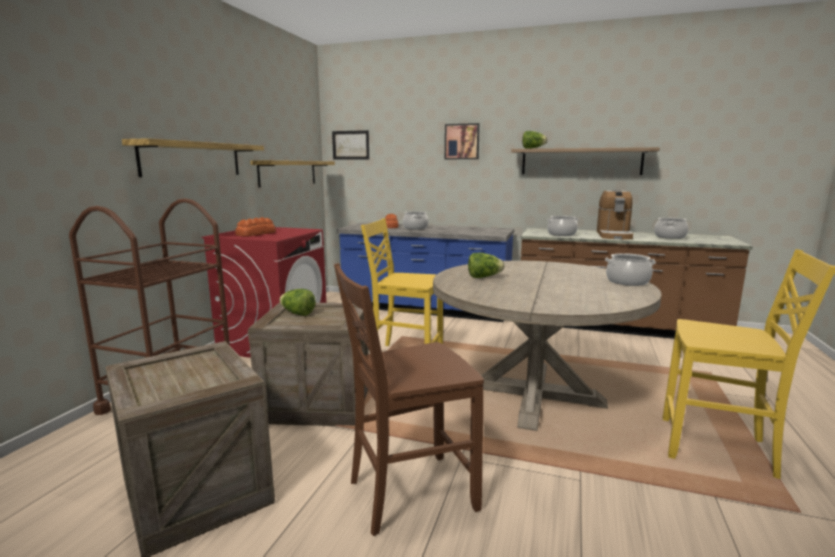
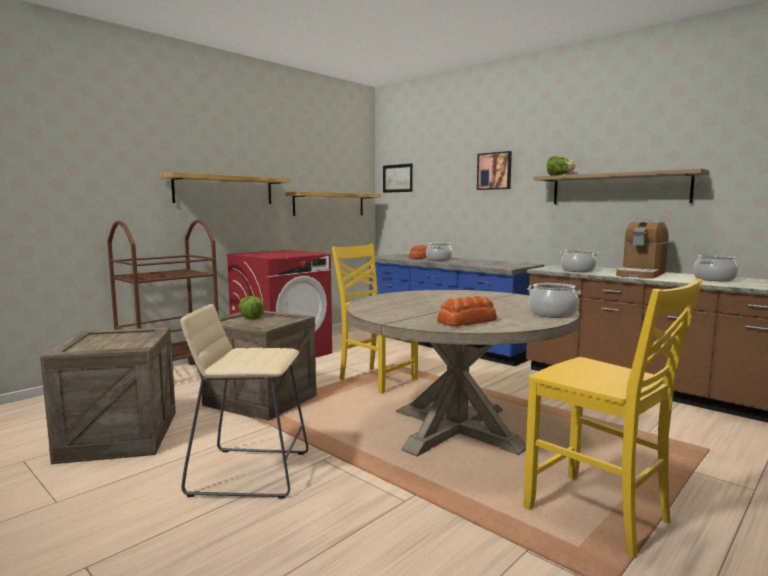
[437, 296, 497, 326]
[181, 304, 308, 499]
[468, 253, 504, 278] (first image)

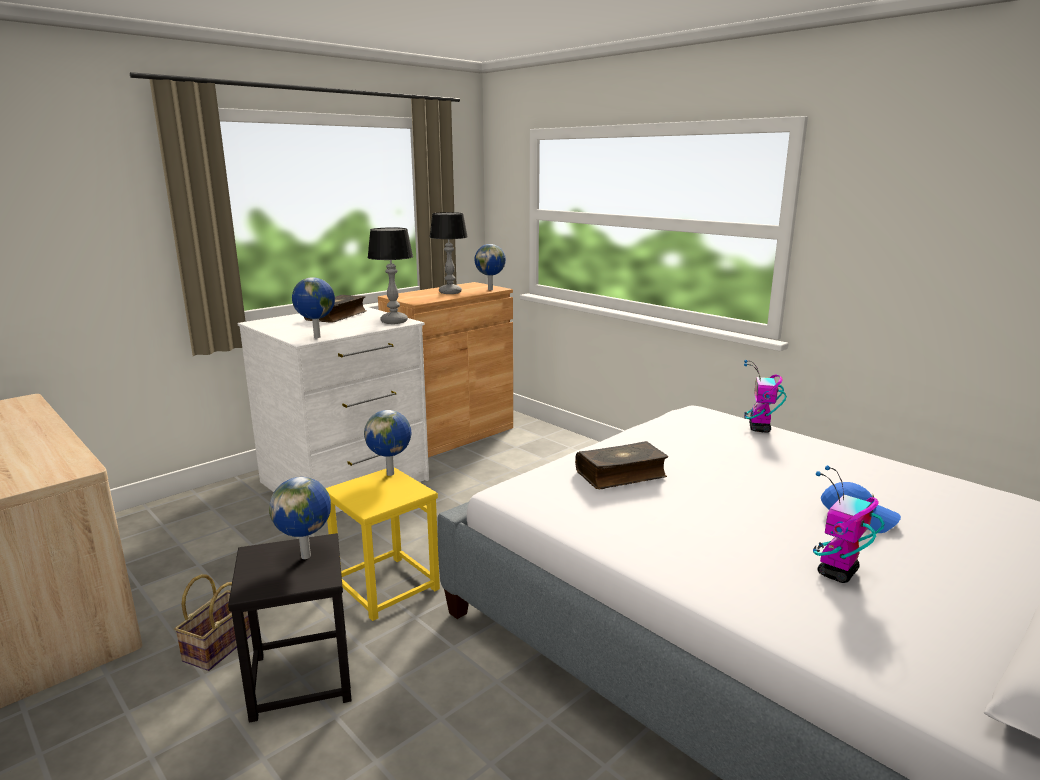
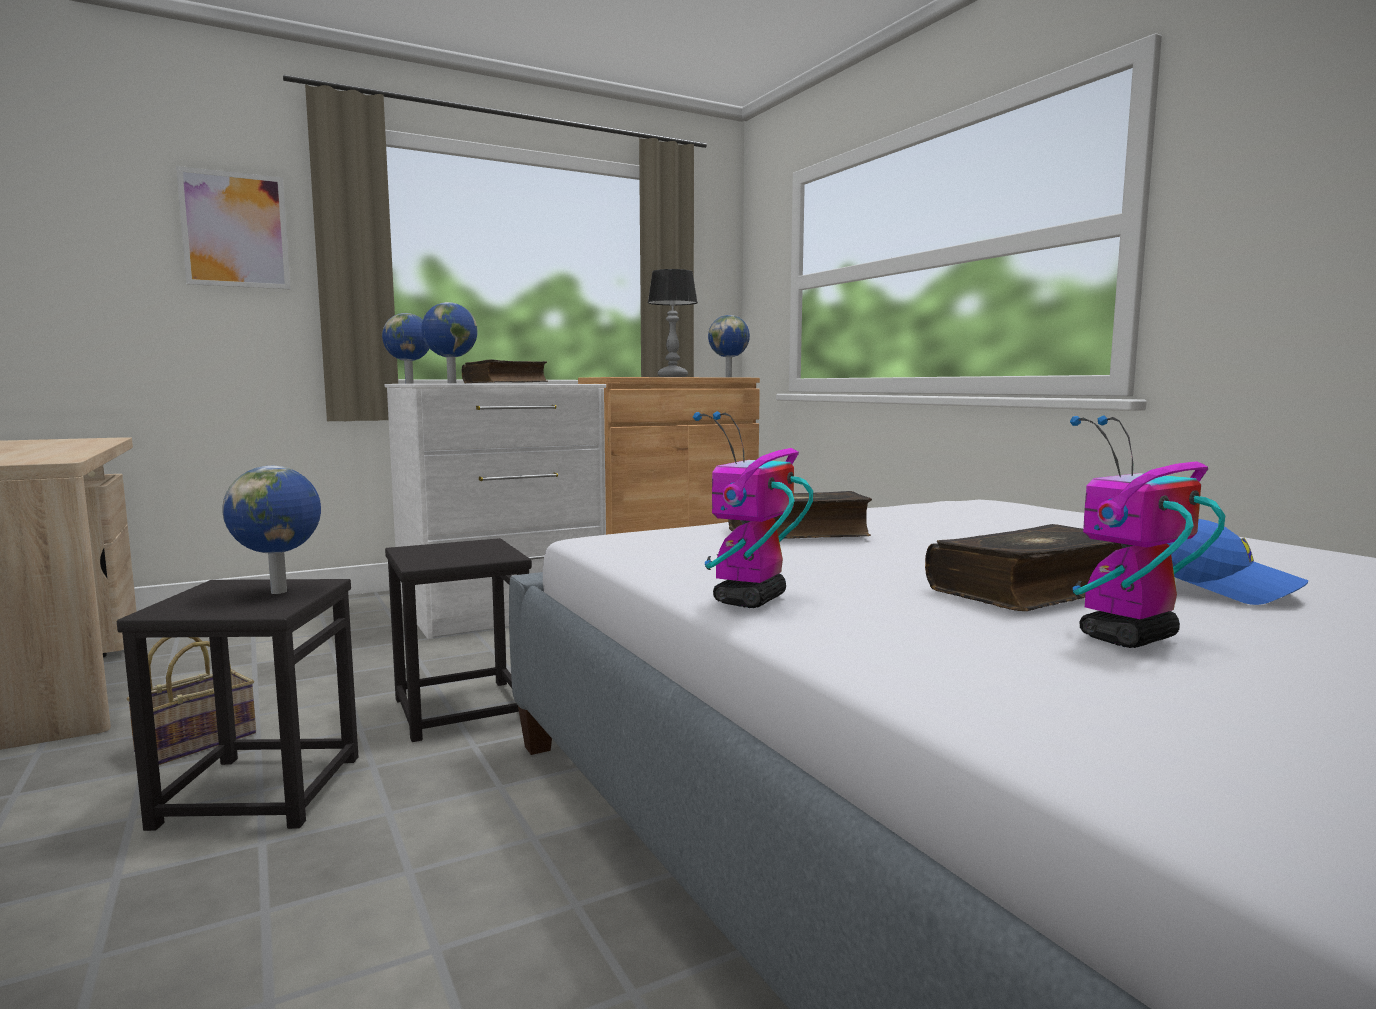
[385, 538, 532, 742]
[382, 313, 430, 383]
[367, 227, 413, 324] (first image)
[693, 411, 813, 608]
[176, 166, 291, 289]
[925, 524, 1122, 611]

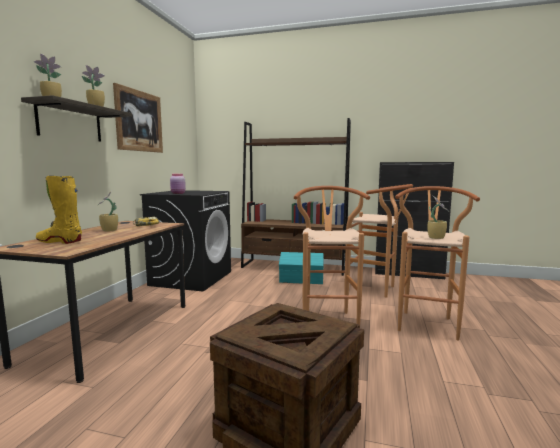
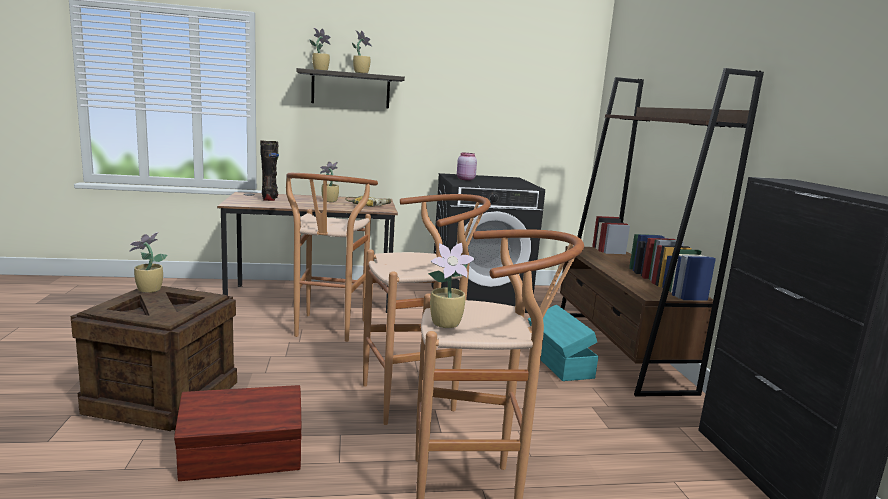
[260, 140, 279, 201]
[113, 83, 163, 153] (first image)
[286, 173, 378, 342]
[129, 232, 167, 293]
[174, 385, 301, 481]

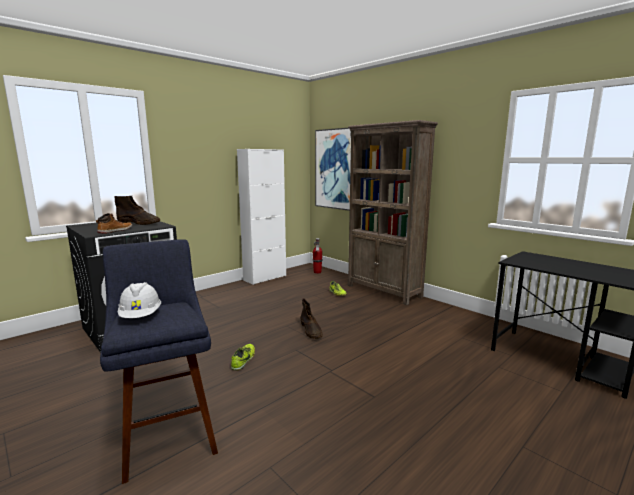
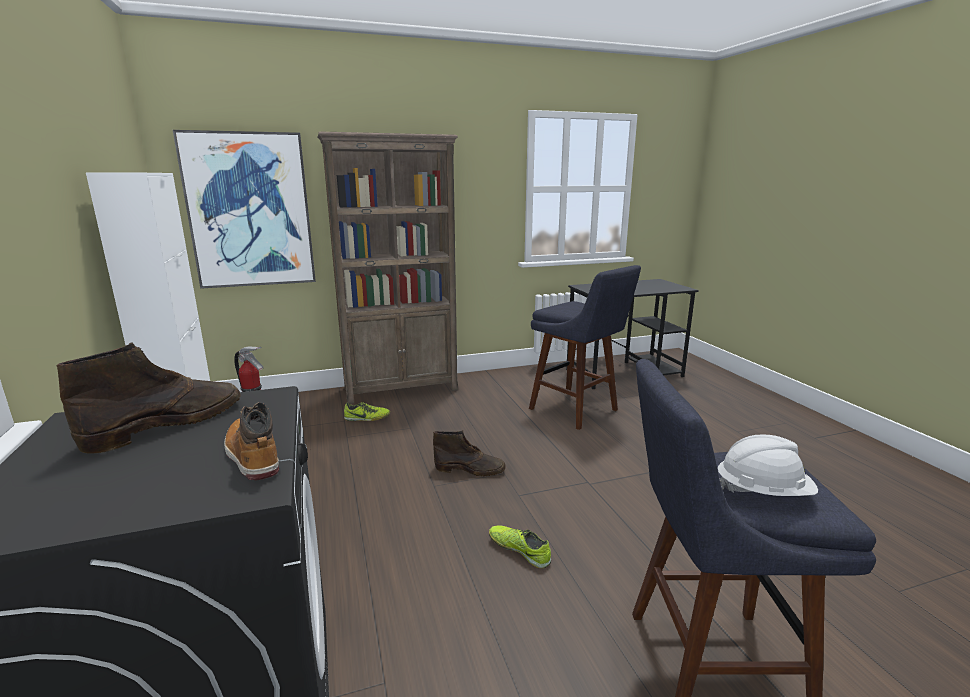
[529, 265, 641, 430]

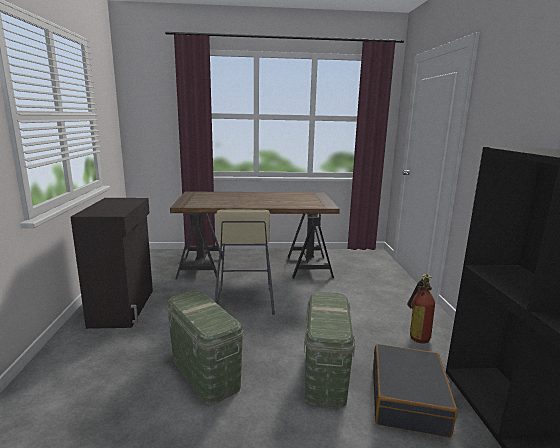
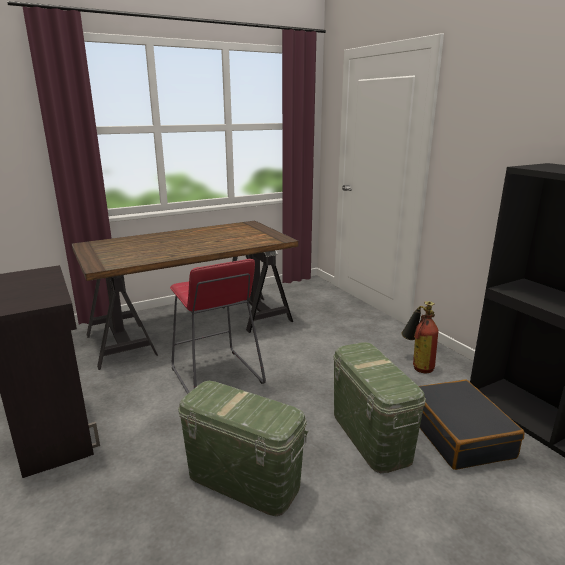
[170, 259, 266, 394]

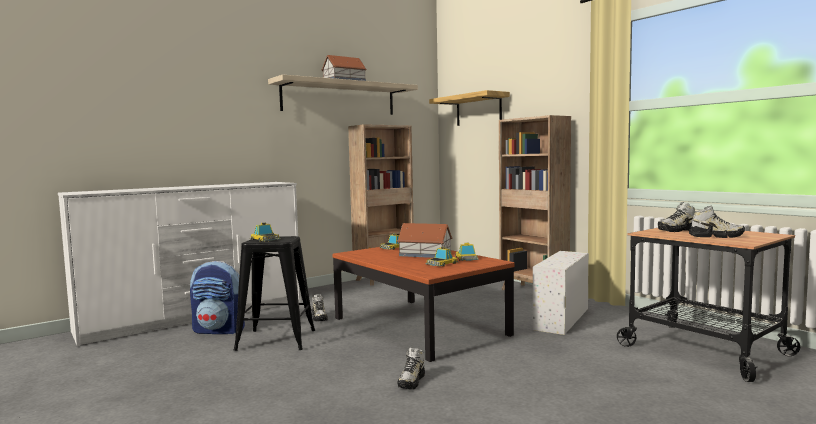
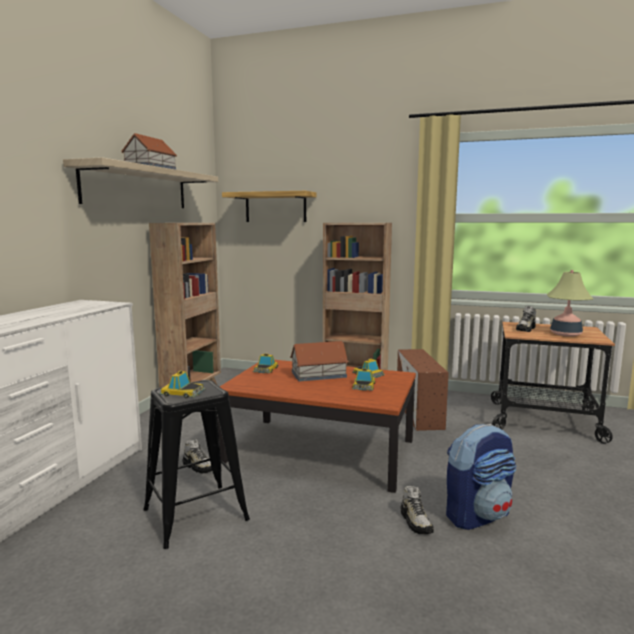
[446, 424, 517, 530]
[397, 349, 449, 431]
[547, 270, 593, 337]

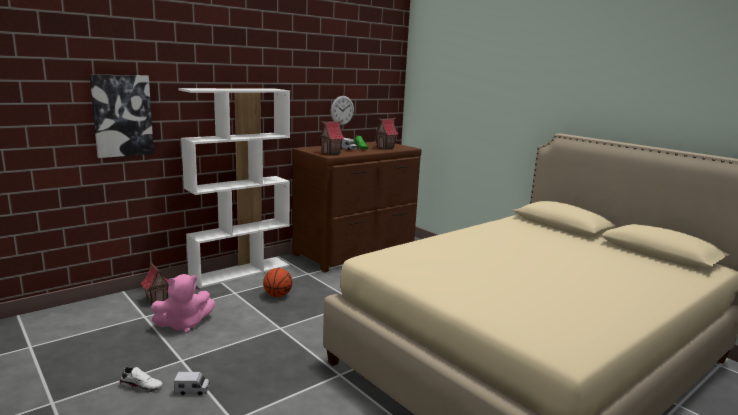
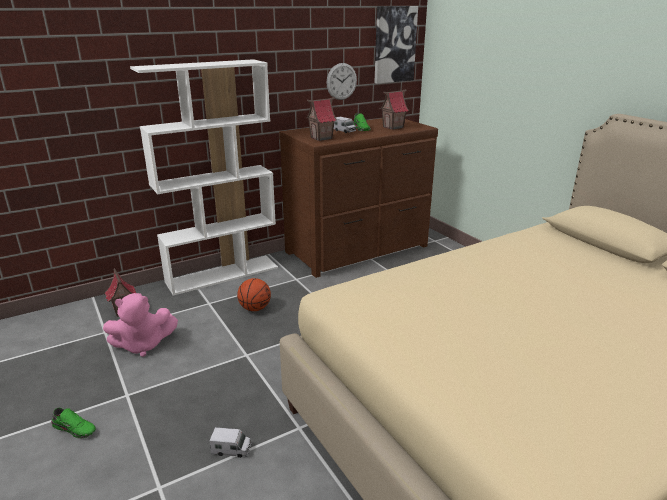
[374, 6, 418, 84]
[51, 408, 96, 439]
[210, 427, 251, 458]

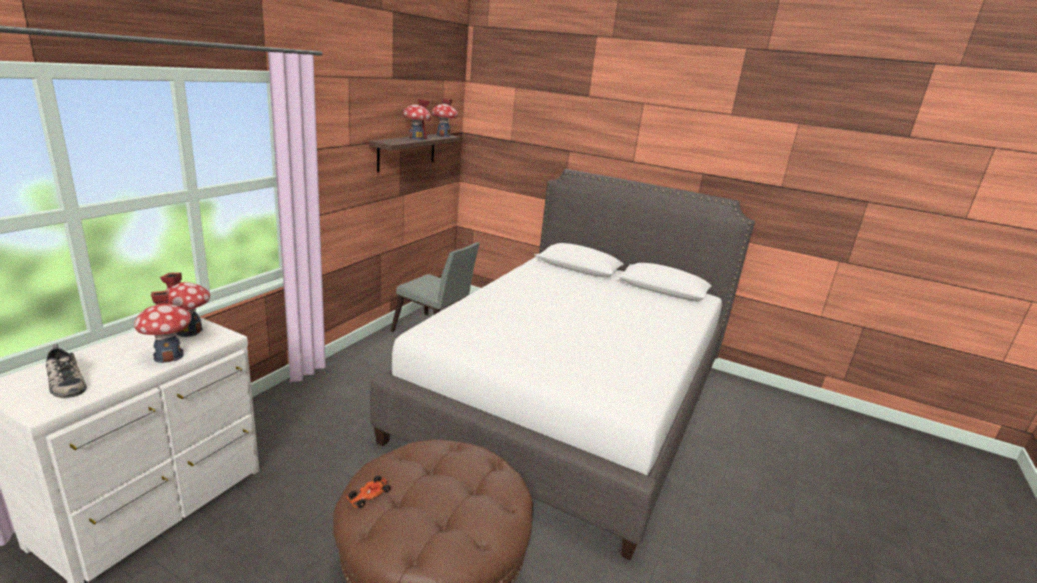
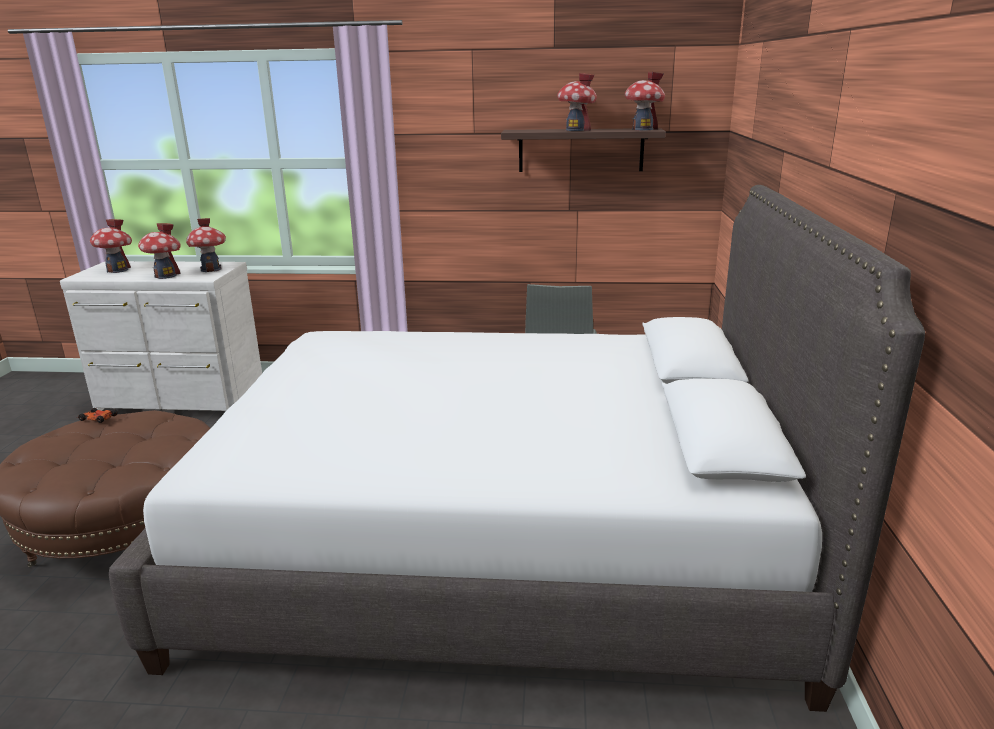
[90, 219, 132, 273]

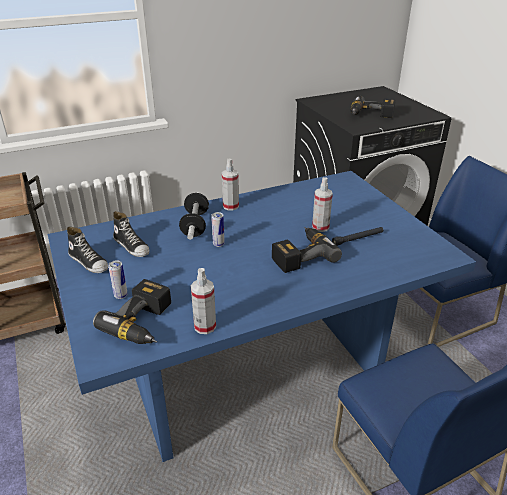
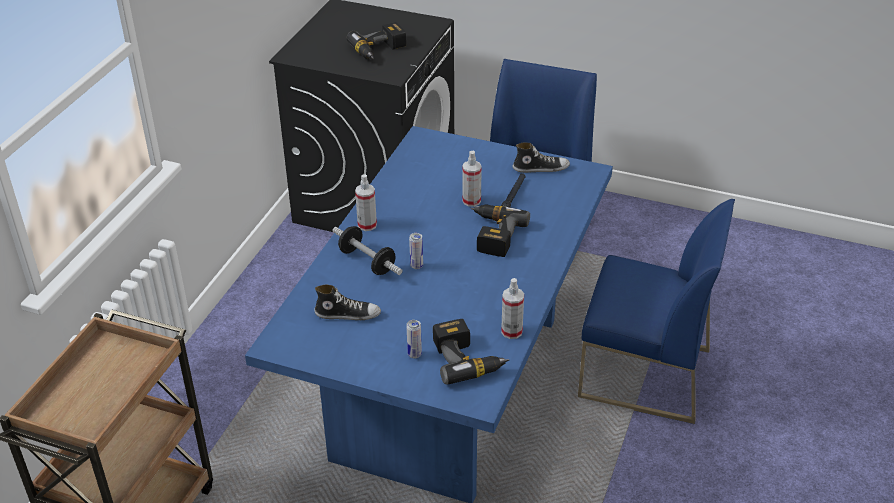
[513, 142, 570, 173]

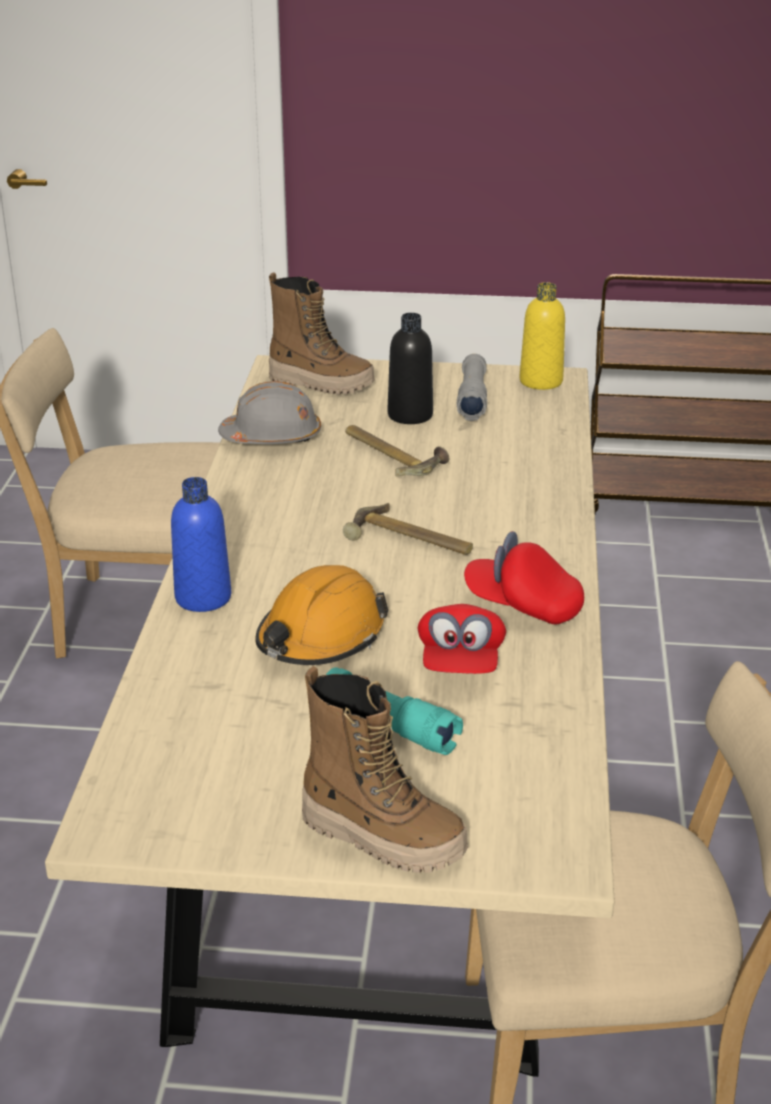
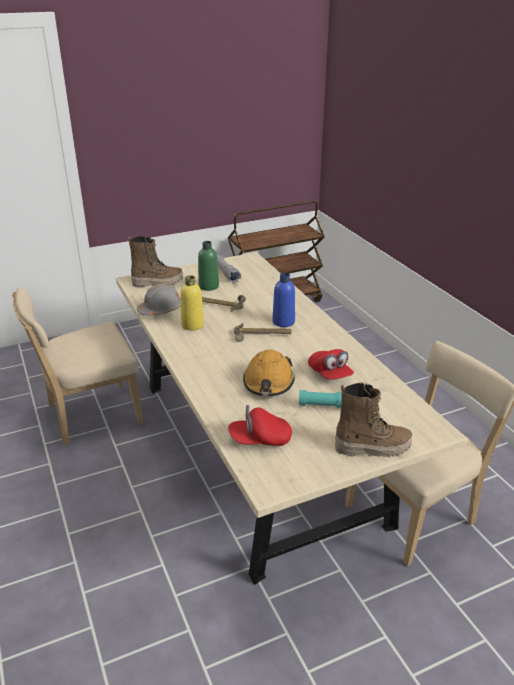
[273, 273, 295, 327]
[198, 241, 219, 291]
[228, 405, 292, 446]
[180, 275, 204, 330]

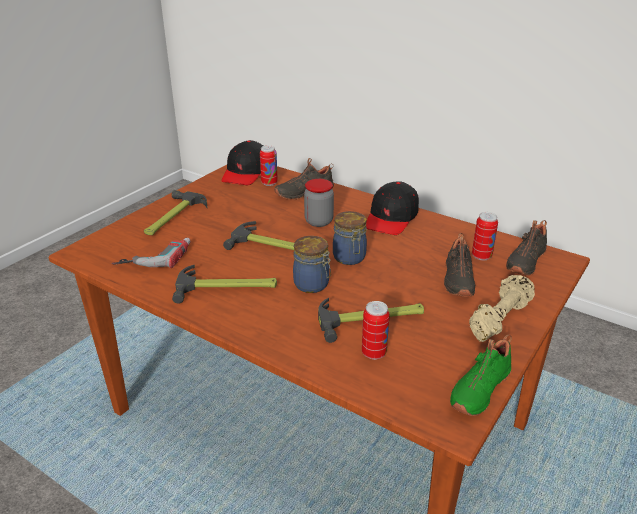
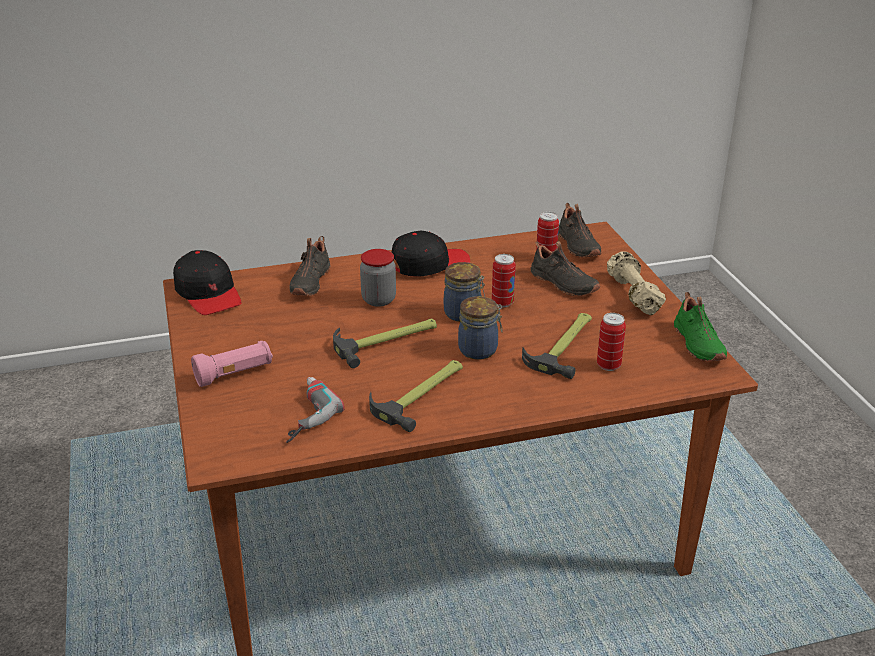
[191, 341, 273, 387]
[492, 254, 516, 308]
[392, 231, 470, 277]

